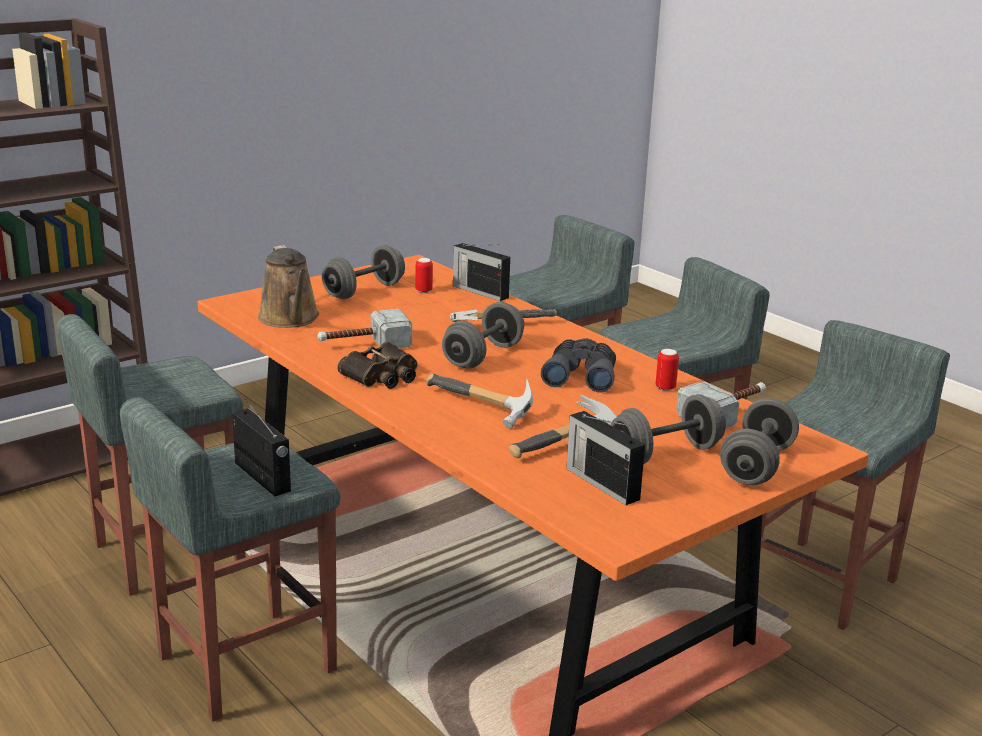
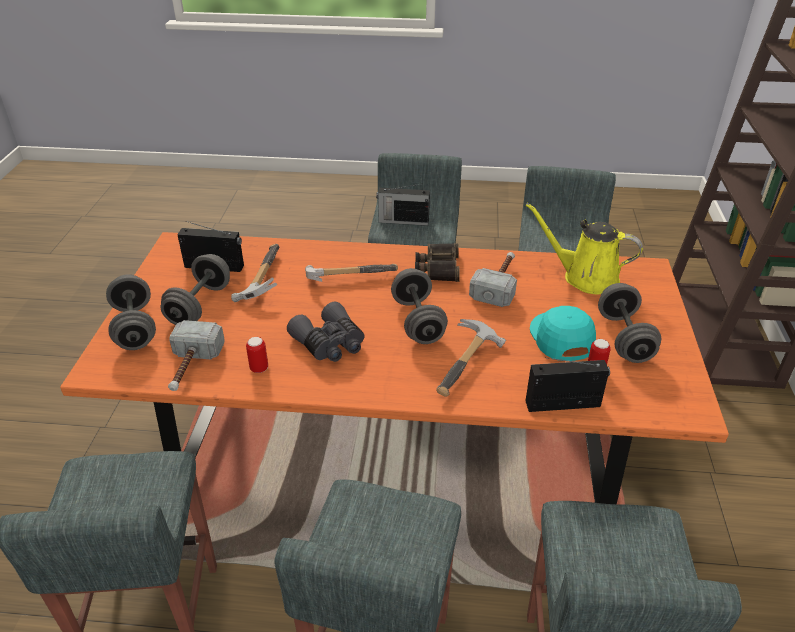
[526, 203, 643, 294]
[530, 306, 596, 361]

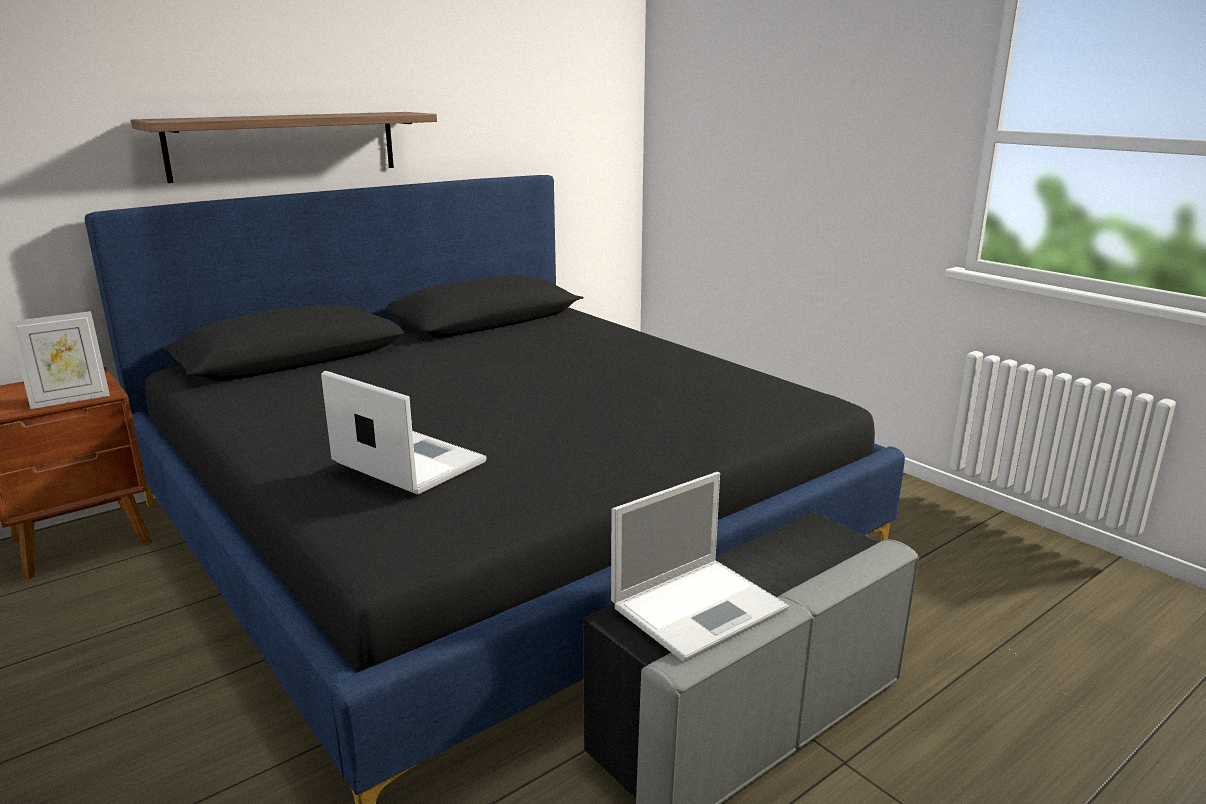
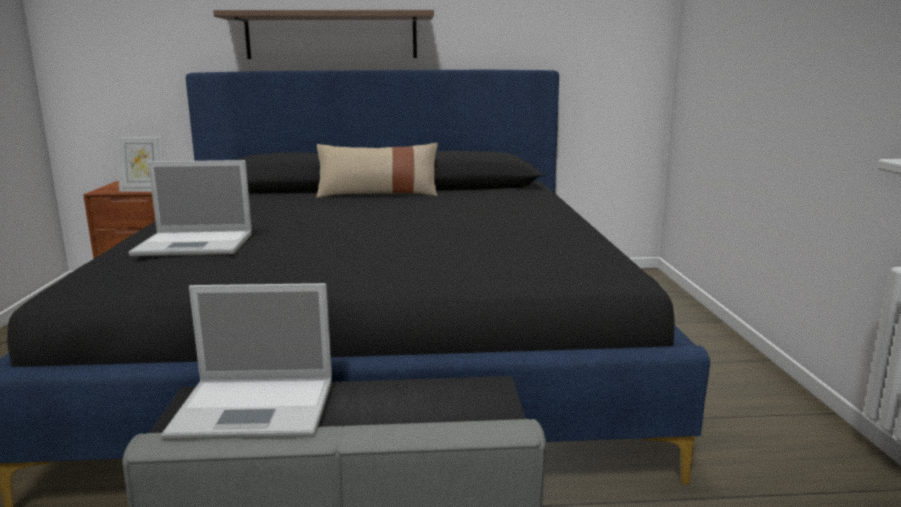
[128, 160, 252, 256]
[316, 143, 438, 198]

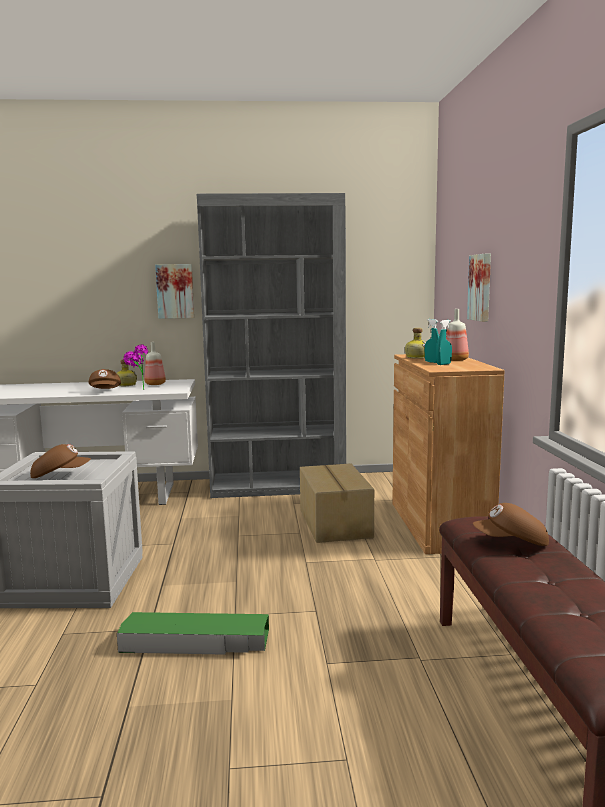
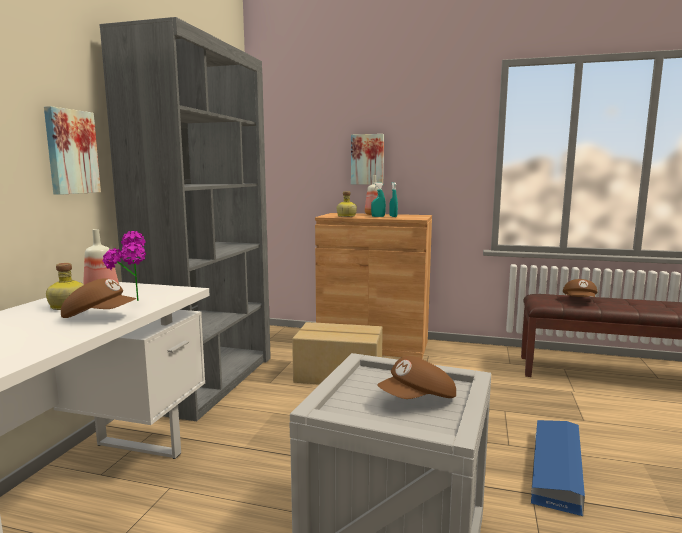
[377, 356, 456, 399]
[531, 420, 585, 516]

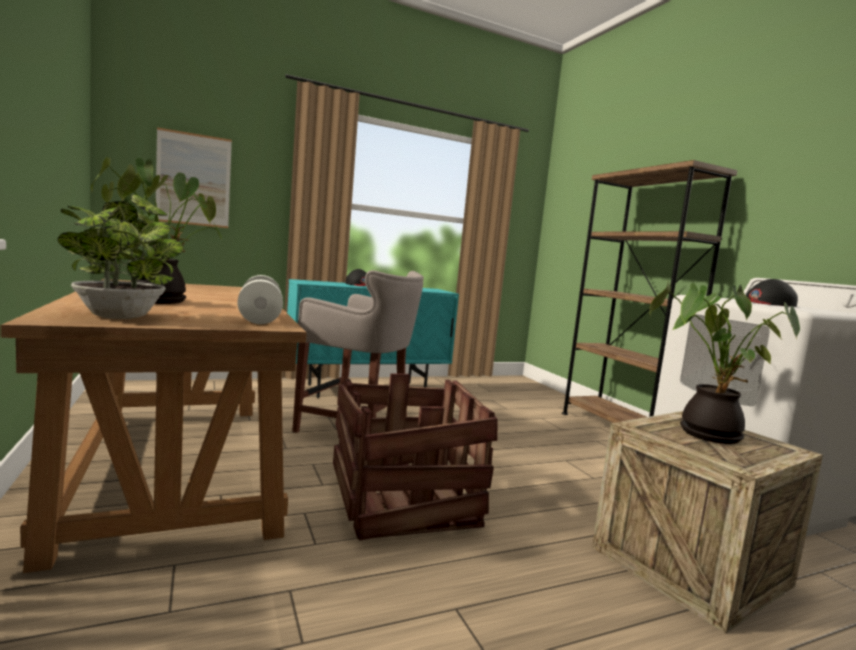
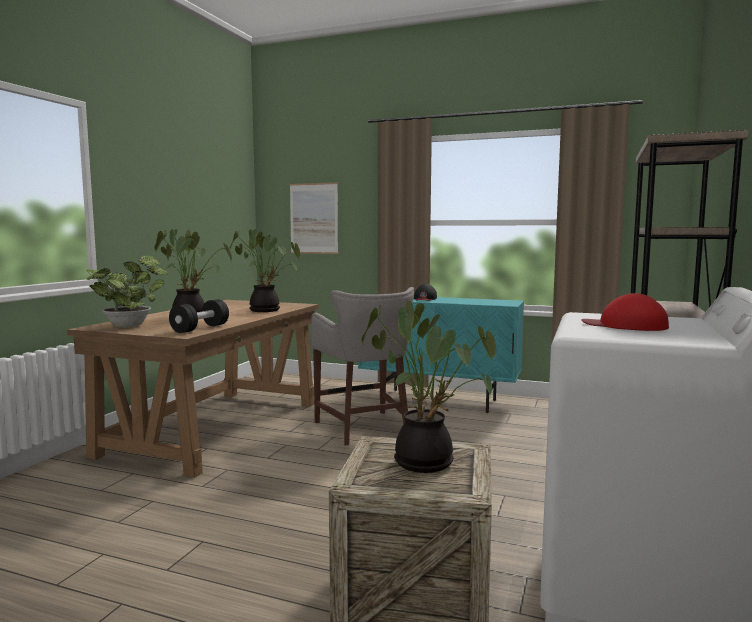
[169, 299, 229, 333]
[333, 373, 497, 540] (first image)
[581, 293, 669, 331]
[229, 229, 300, 312]

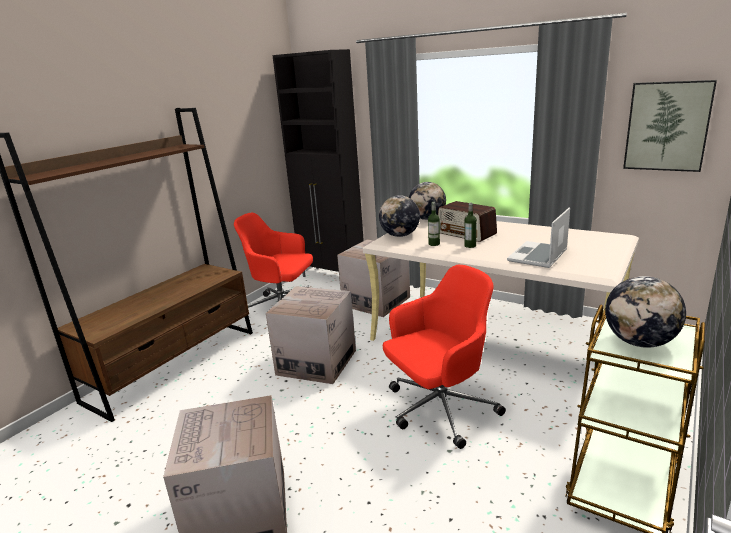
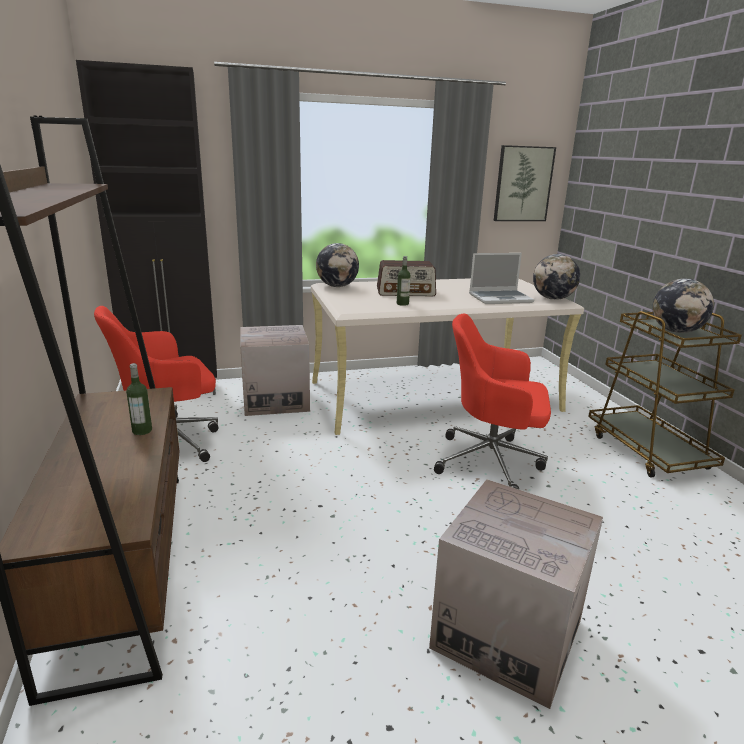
[266, 286, 356, 384] (first image)
[533, 254, 580, 300]
[434, 314, 551, 489]
[126, 363, 152, 435]
[469, 253, 534, 304]

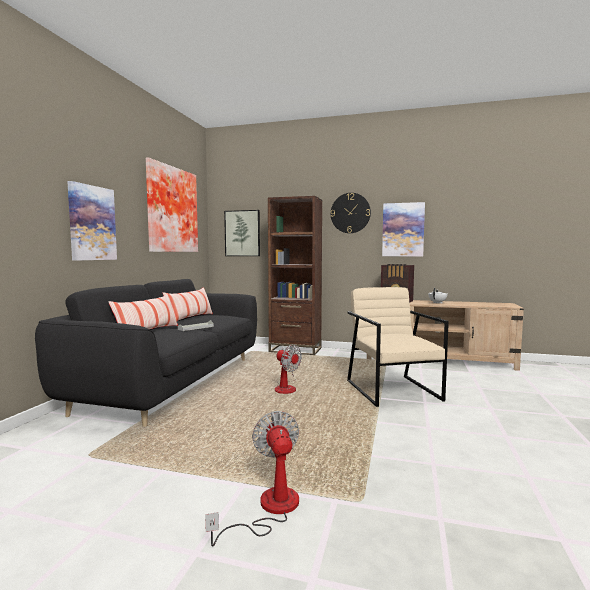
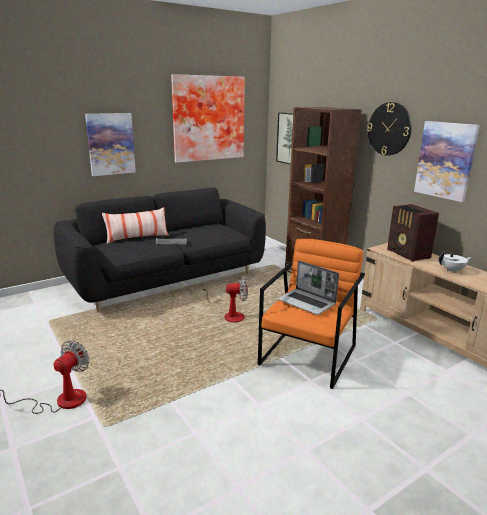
[163, 287, 213, 322] (first image)
[203, 276, 248, 322]
[258, 239, 365, 389]
[277, 261, 339, 315]

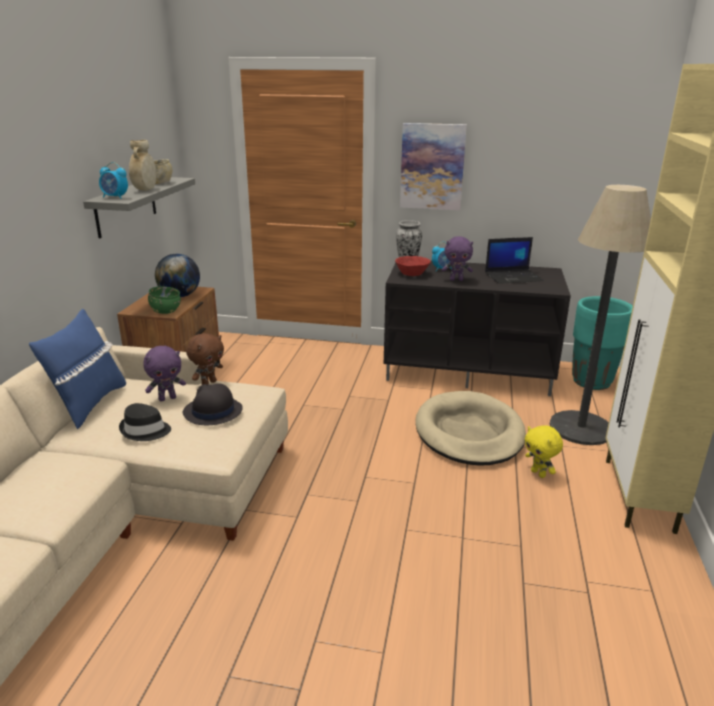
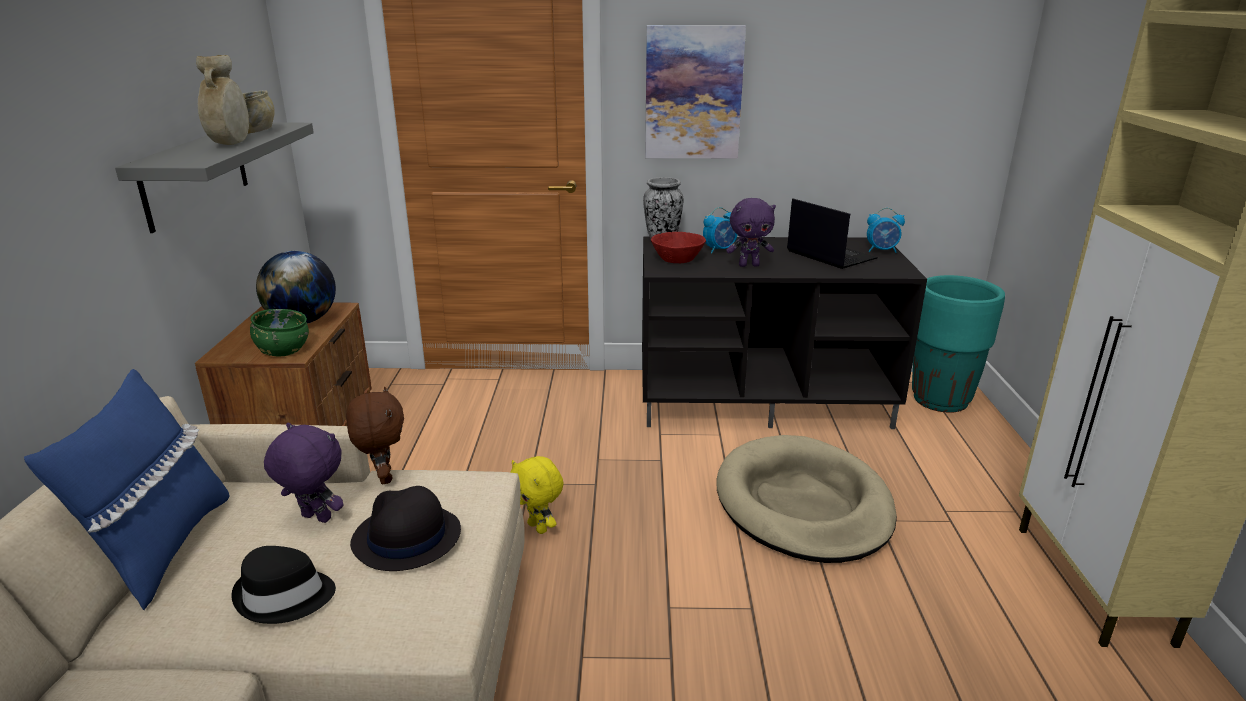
[867, 208, 905, 253]
[264, 423, 343, 523]
[346, 387, 404, 484]
[787, 198, 878, 269]
[510, 456, 564, 534]
[550, 185, 651, 445] (first image)

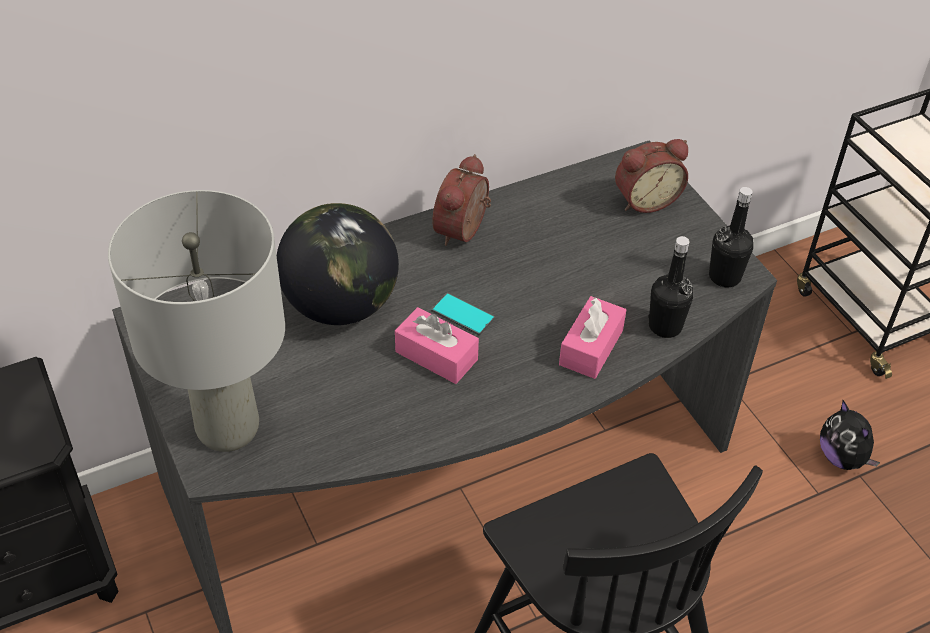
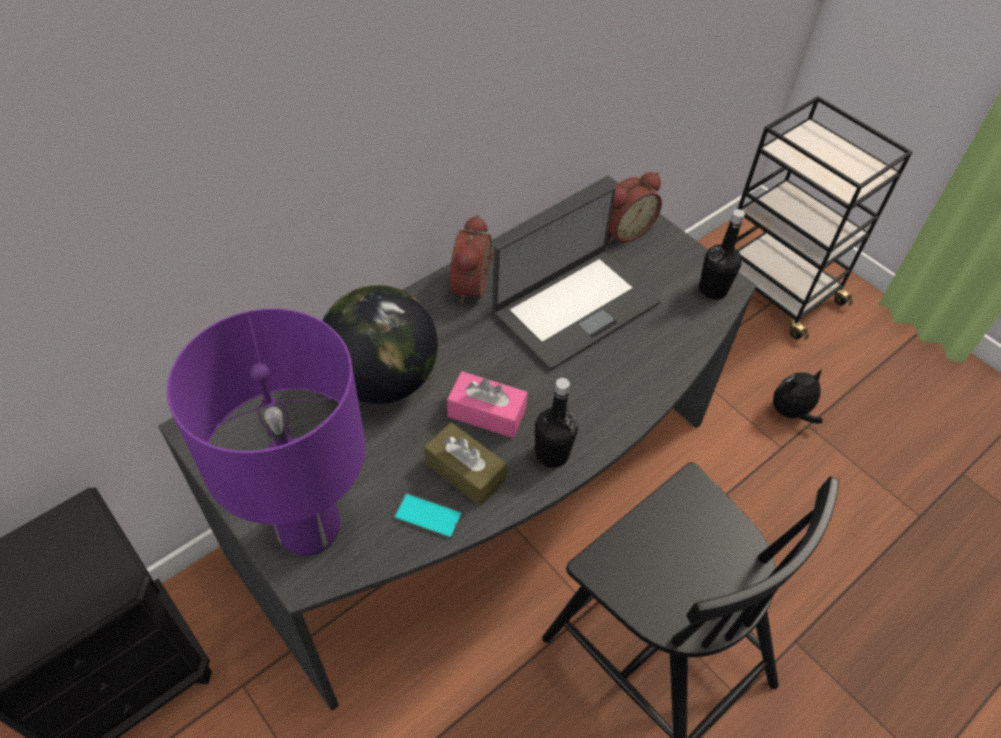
[167, 308, 365, 556]
[393, 493, 462, 539]
[559, 296, 626, 379] (first image)
[534, 378, 578, 468]
[773, 369, 823, 424]
[424, 422, 507, 506]
[492, 186, 661, 370]

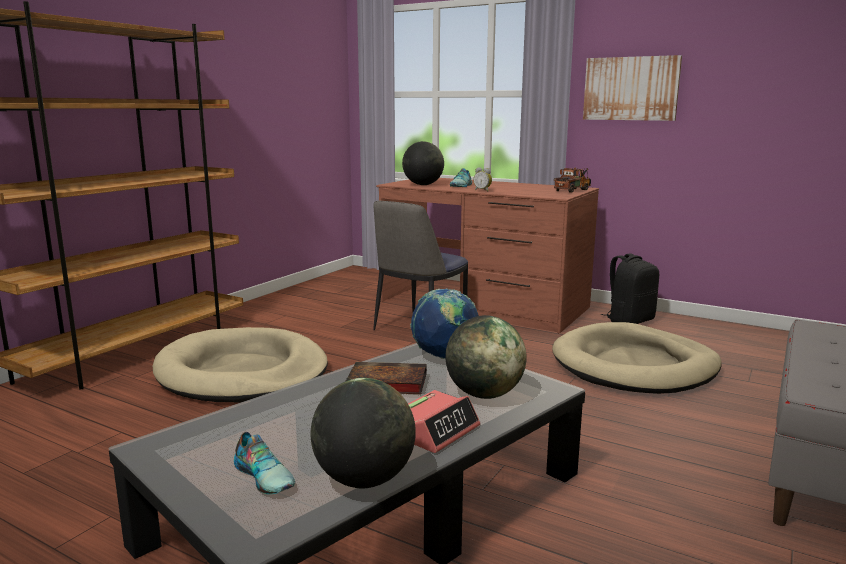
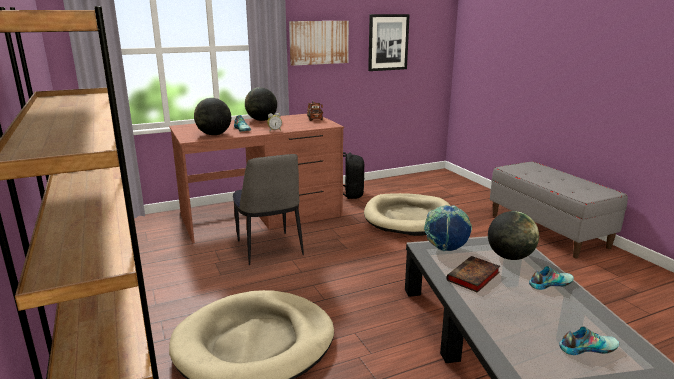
[245, 87, 277, 121]
[529, 266, 574, 290]
[368, 14, 410, 71]

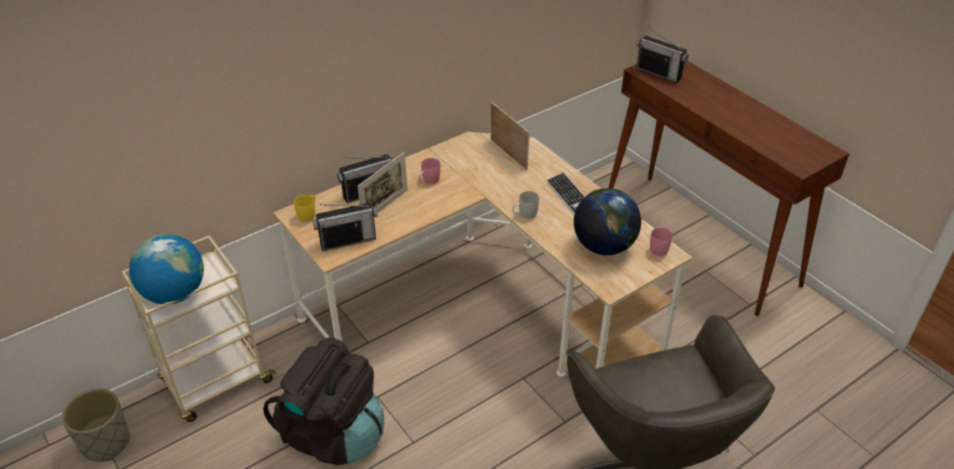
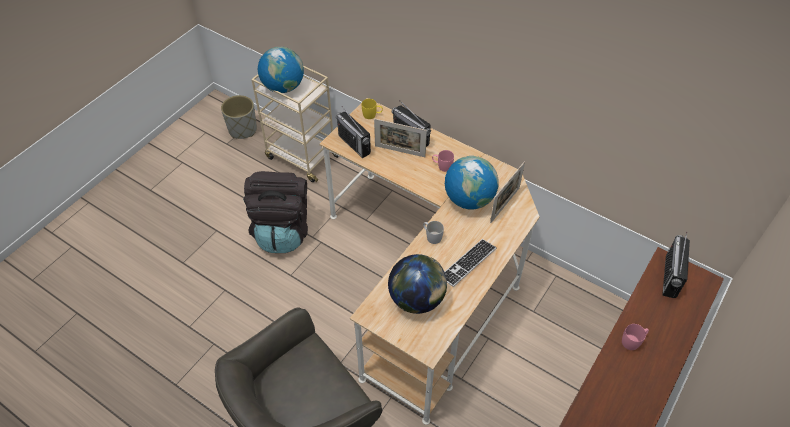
[622, 324, 649, 350]
[445, 156, 498, 209]

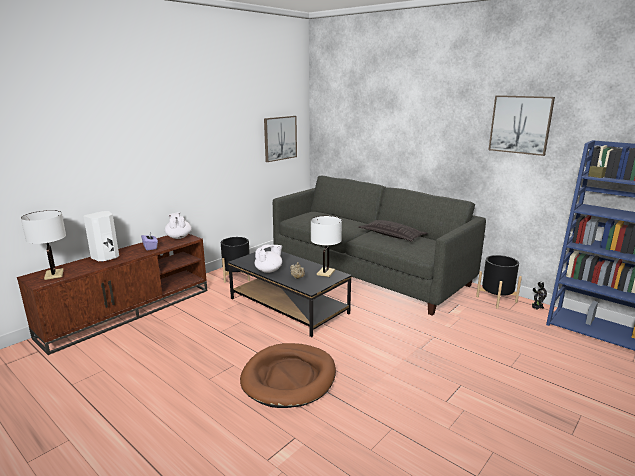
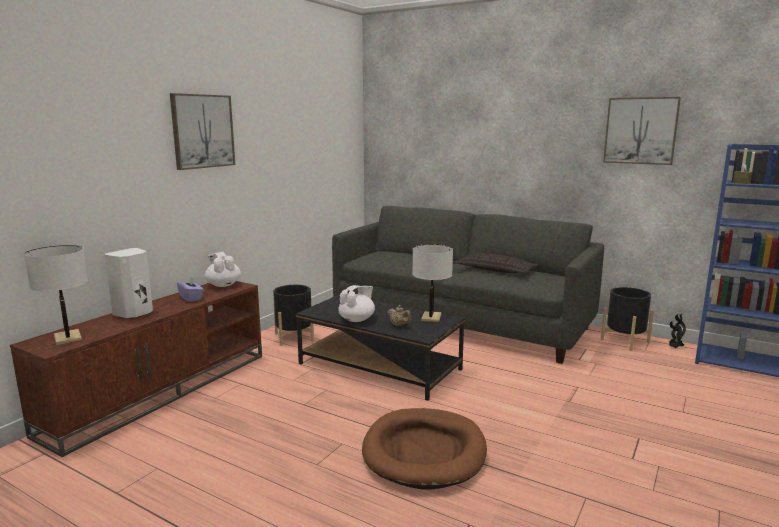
[170, 93, 235, 170]

